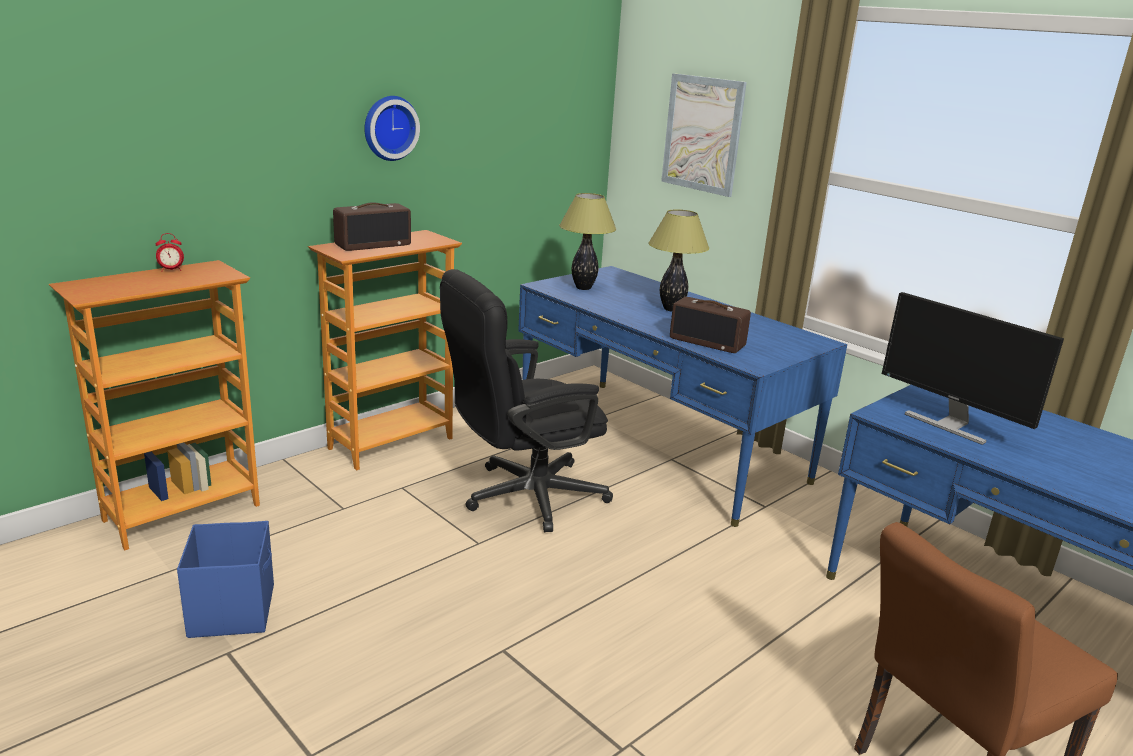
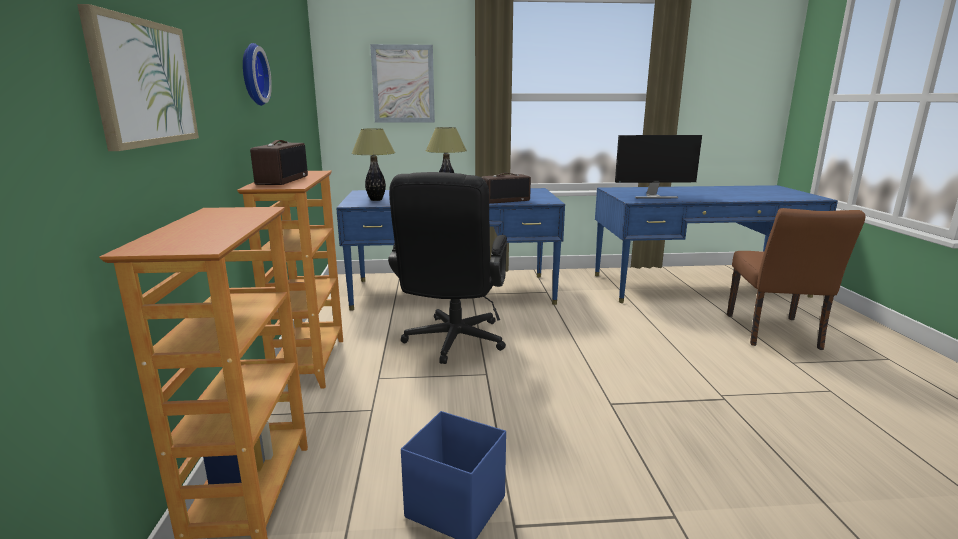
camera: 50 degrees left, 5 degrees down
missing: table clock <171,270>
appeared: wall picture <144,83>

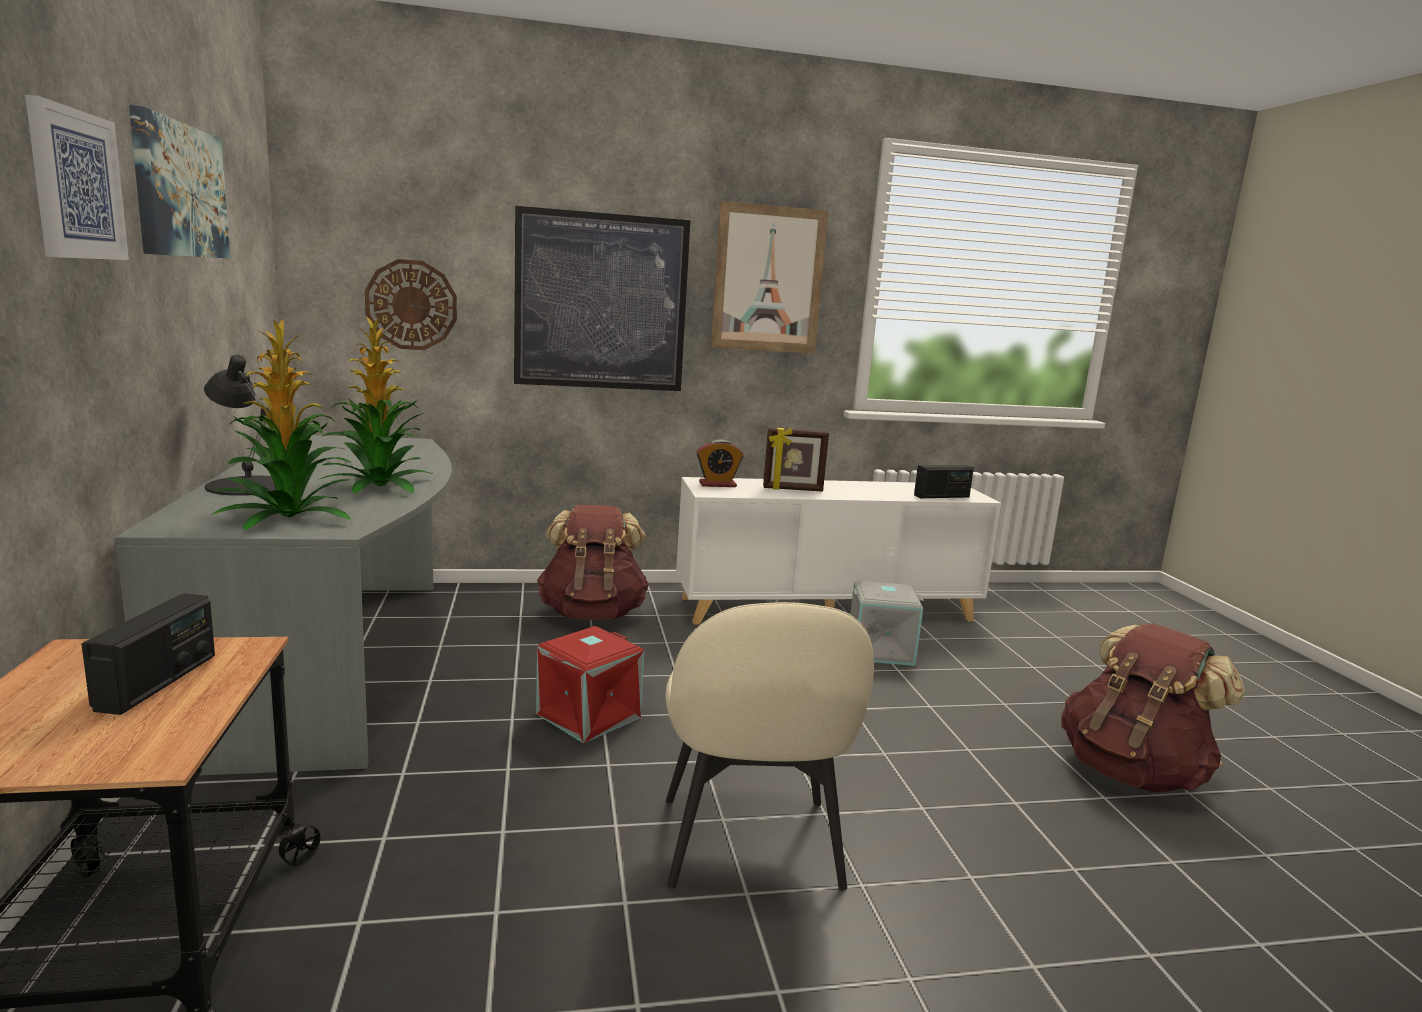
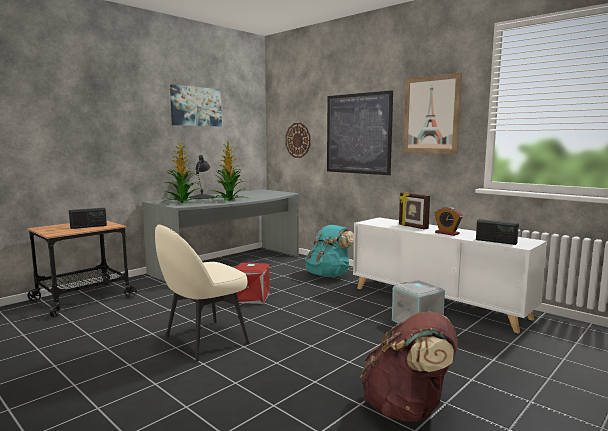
camera: 55 degrees right, 5 degrees down
missing: wall picture <76,185>
relocated: table clock <717,484> to <447,233>
colour: knapsack (brown) <592,614> to knapsack (turquoise) <328,275>

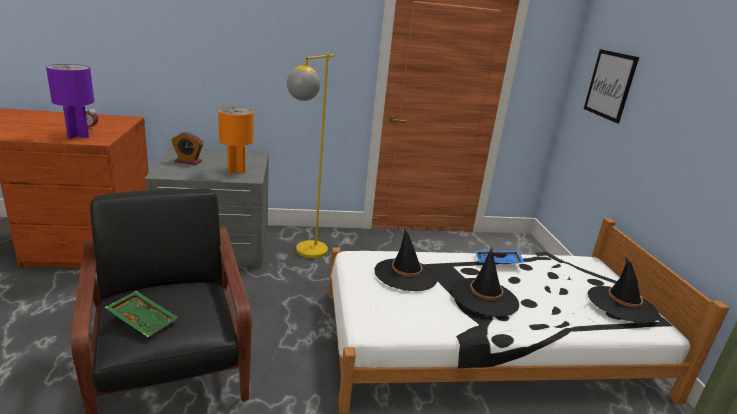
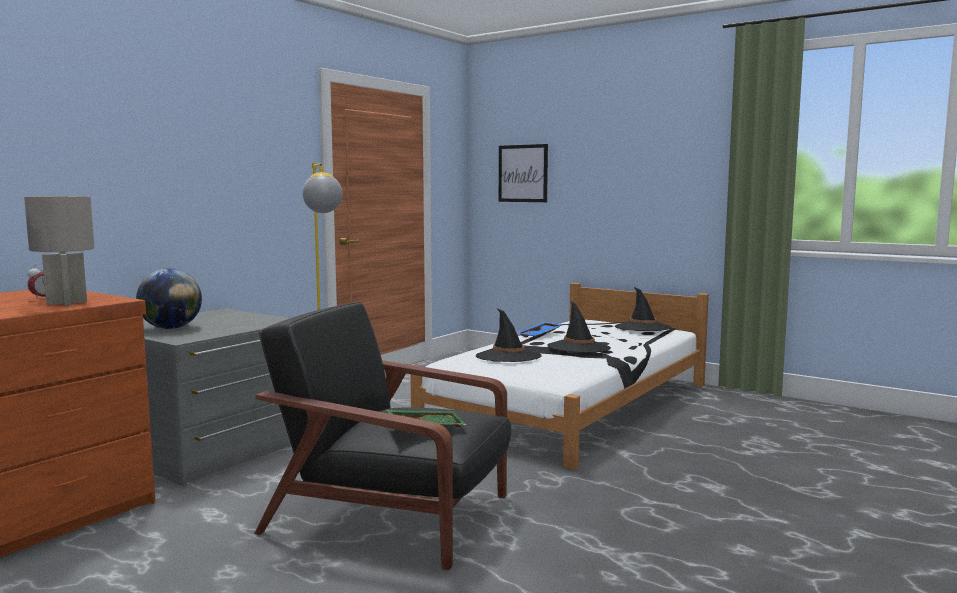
camera: 45 degrees left, 15 degrees down
missing: table lamp (orange-coloured) <236,170>
exchanged: table clock <188,161> to globe <171,328>
colour: table lamp (purple) <77,136> to table lamp (greyish) <66,303>

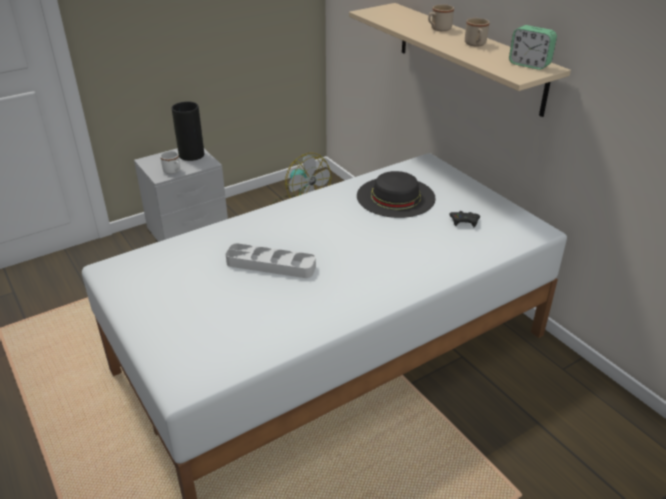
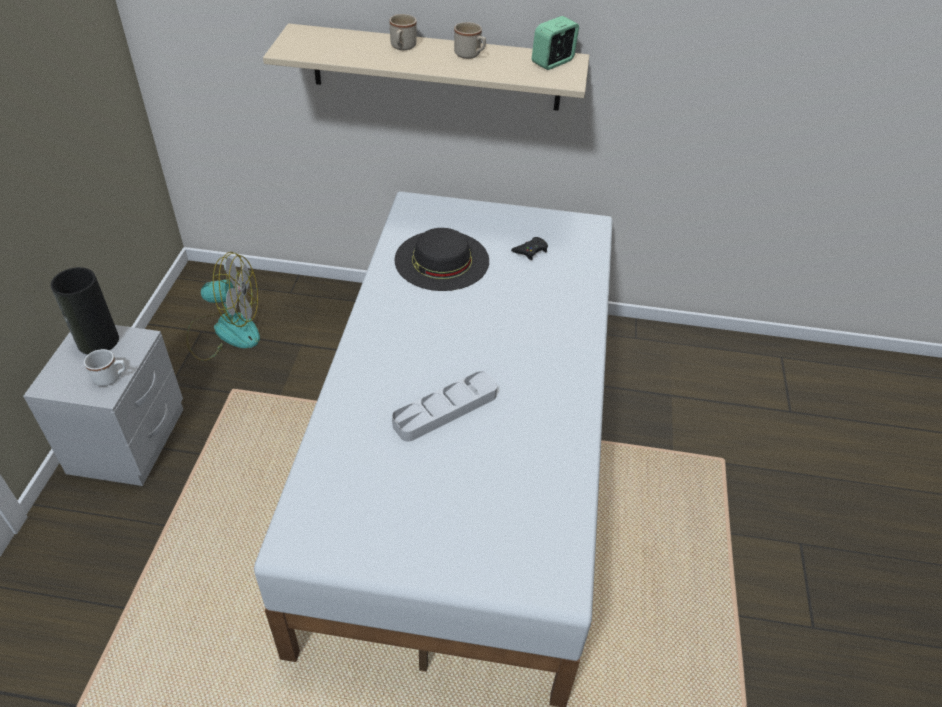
camera: 50 degrees left, 10 degrees up
spun: table clock <529,64> = <553,62> 150 degrees clockwise

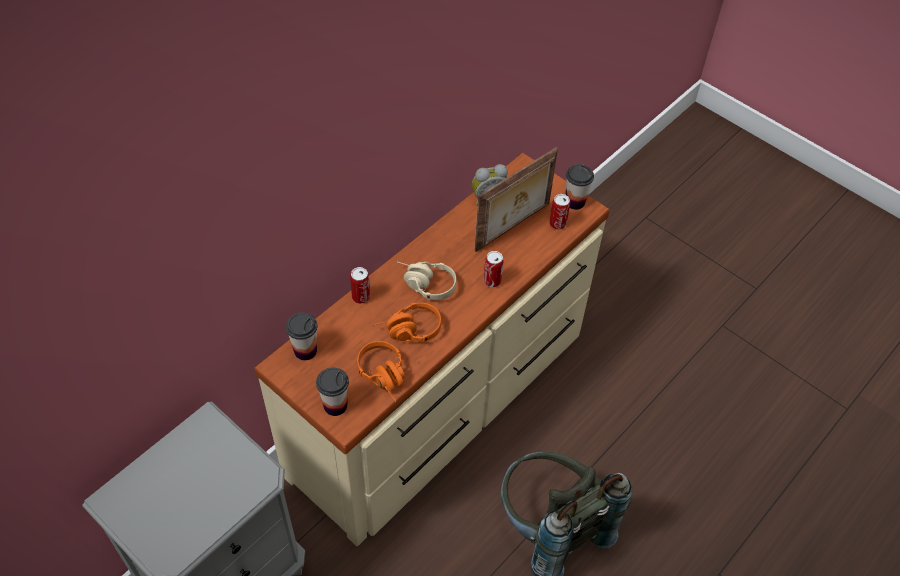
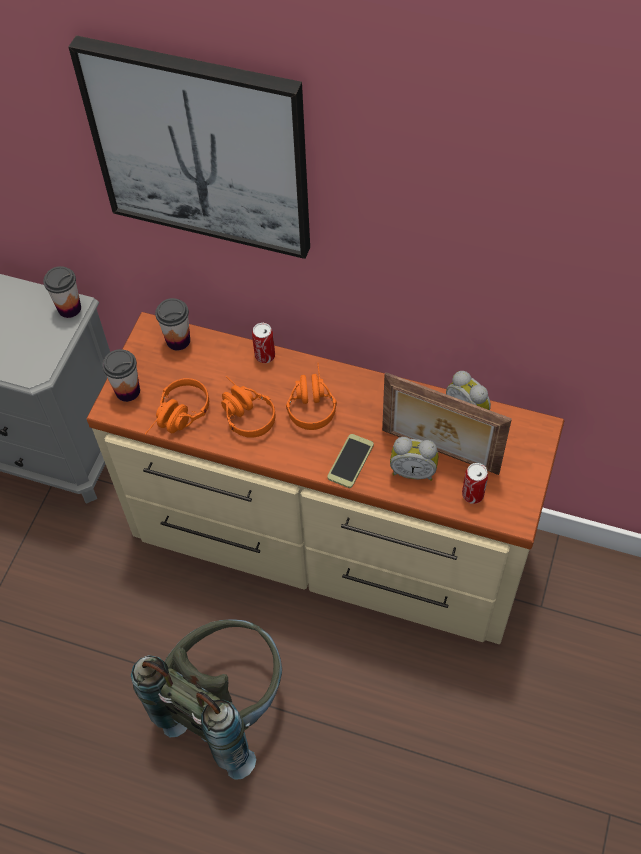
camera: 70 degrees right, 5 degrees up
appeared: wall picture <200,148>; table clock <413,471>
relocated: cup <575,202> to <69,308>
exchanged: metal can <492,281> to handset <350,461>
colour: pair of headphones (sand-coloured) <424,284> to pair of headphones (orange-coloured) <310,402>

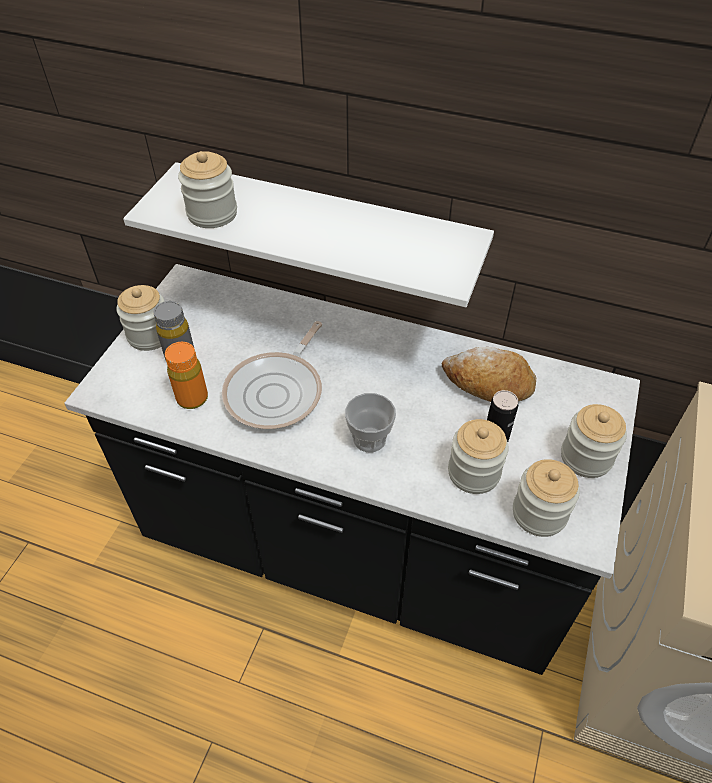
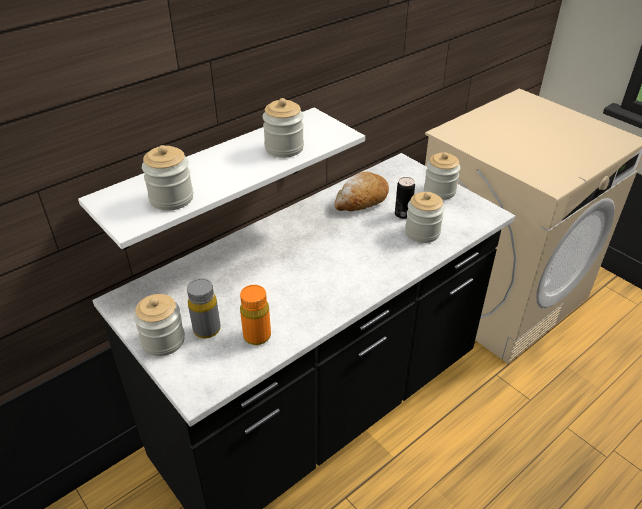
camera: 60 degrees left, 10 degrees down
missing: frying pan <277,392>; cup <369,439>
relocated: storage jar <539,513> to <284,148>

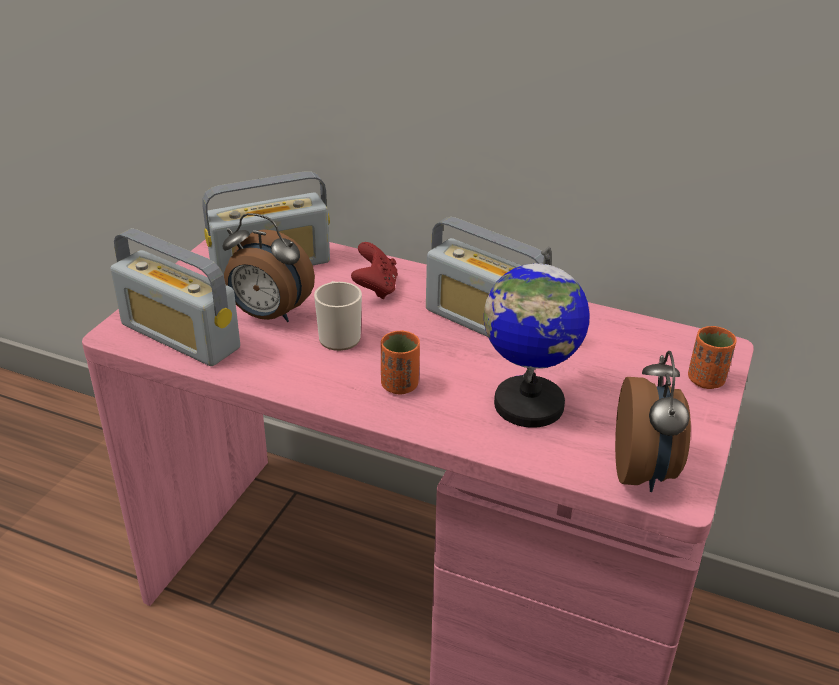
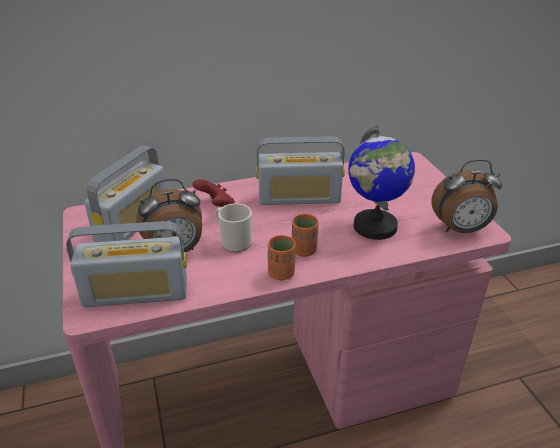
camera: 40 degrees left, 0 degrees up
relocated: cup (orange-coloured) <706,380> to <281,273>
spun: table clock <644,472> = <461,230> 120 degrees clockwise

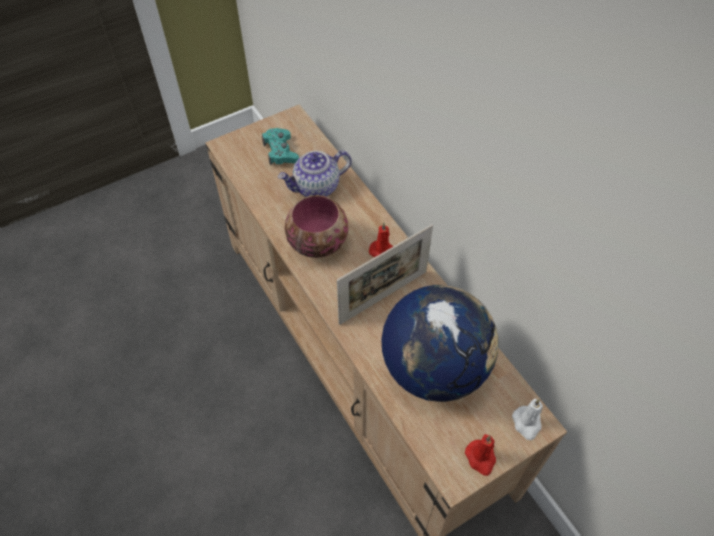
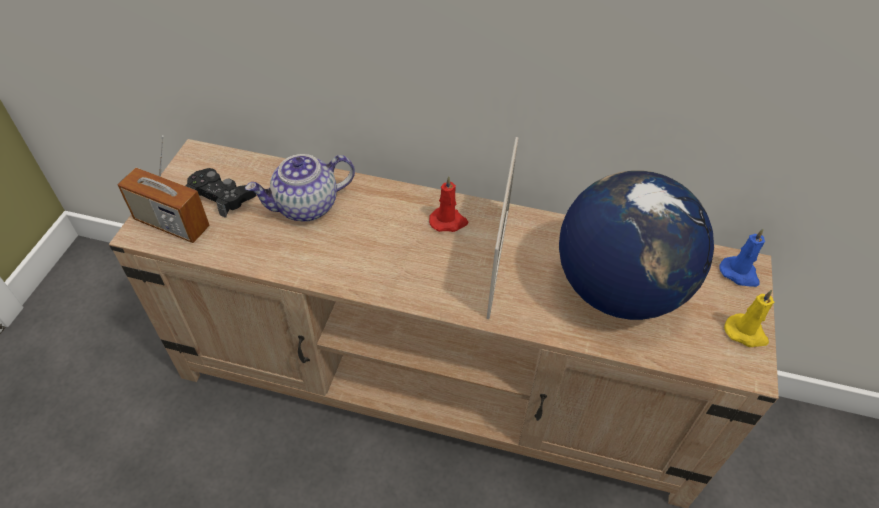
camera: 45 degrees left, 5 degrees down
missing: serving bowl <317,242>
appeared: radio <172,224>
colour: game controller (turquoise) <280,151> to game controller (blackish) <221,197>; candle (white-coloured) <527,423> to candle (bluish) <739,274>; candle (reddish) <481,458> to candle (yellow) <746,333>
spun: pot for tea <316,188> = <306,206> 45 degrees clockwise

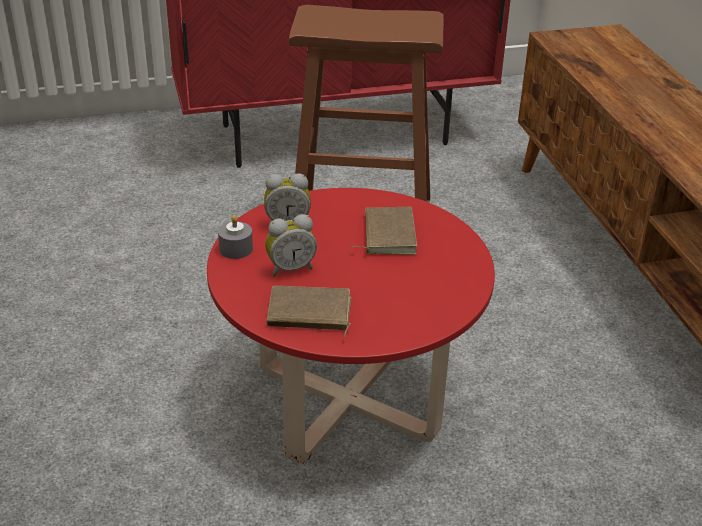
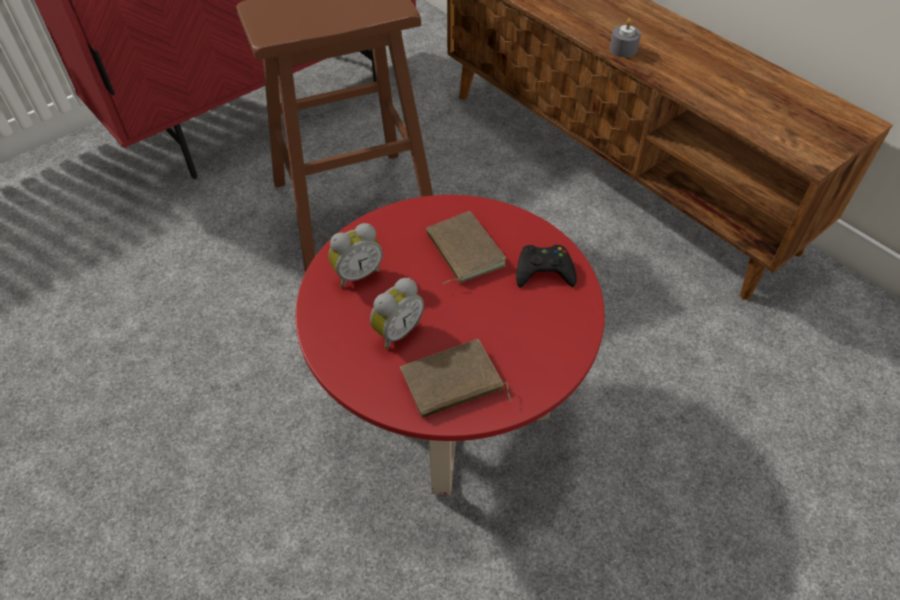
camera: 25 degrees left, 15 degrees up
appeared: game controller (blackish) <544,271>
relocated: candle (greyish) <236,249> to <623,49>

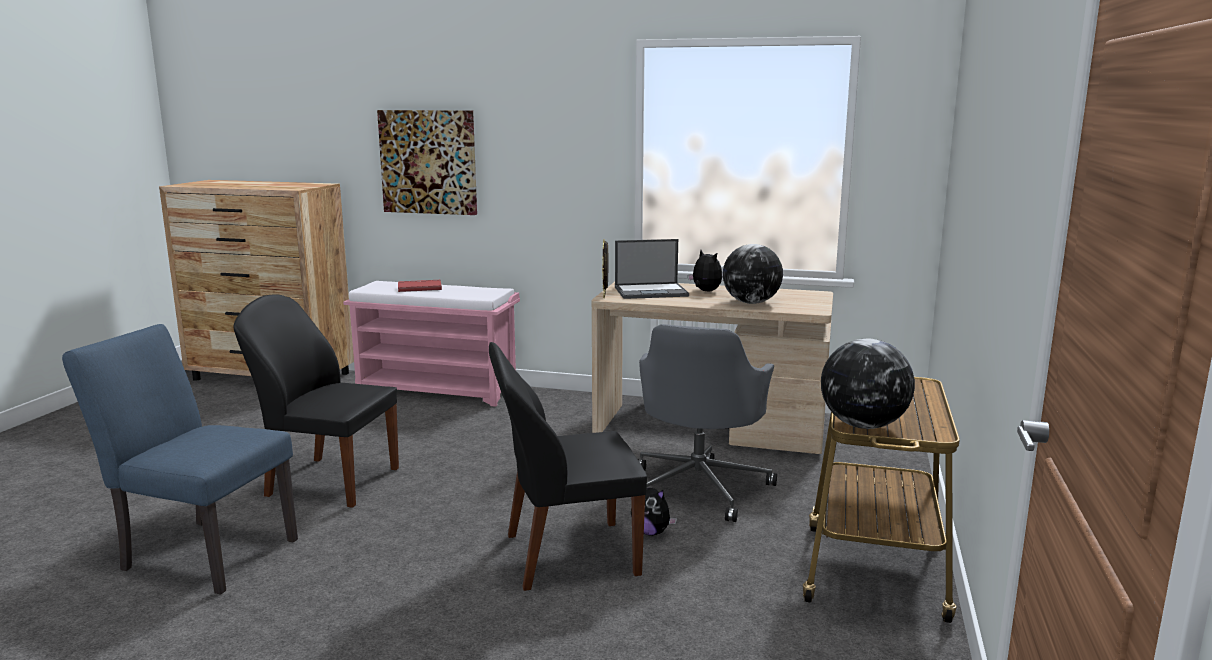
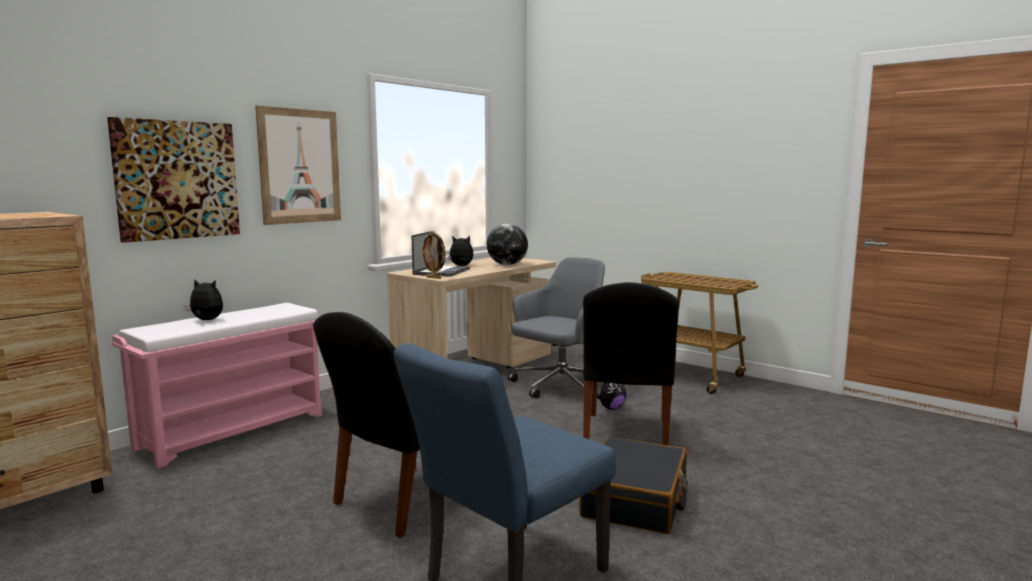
camera: 65 degrees left, 5 degrees down
missing: globe <863,425>
appeared: wall picture <300,166>; travel case (blackish) <635,500>
exchanged: book (reddish) <419,287> to soft toy <206,320>
spun: office chair (greyish) <699,487> = <560,387> 90 degrees counterclockwise

